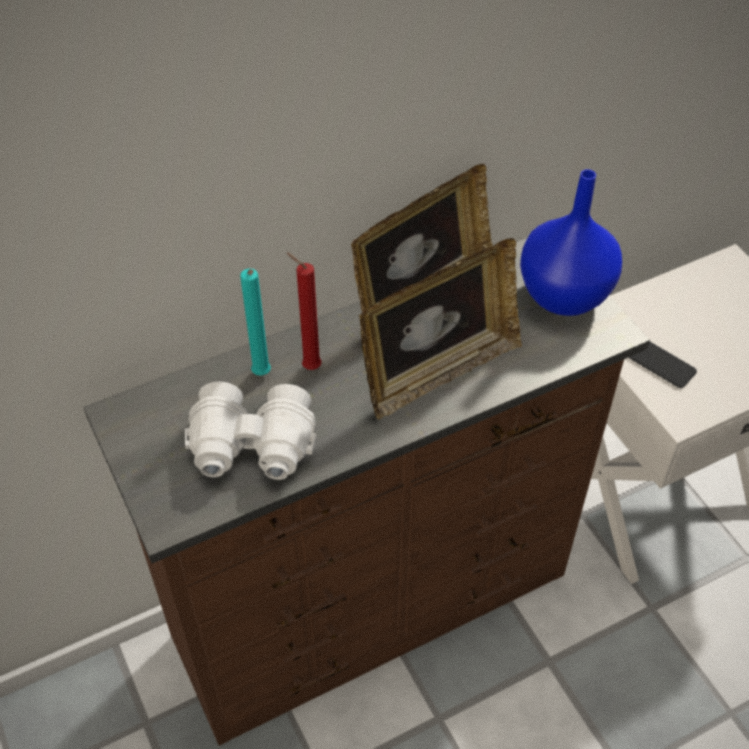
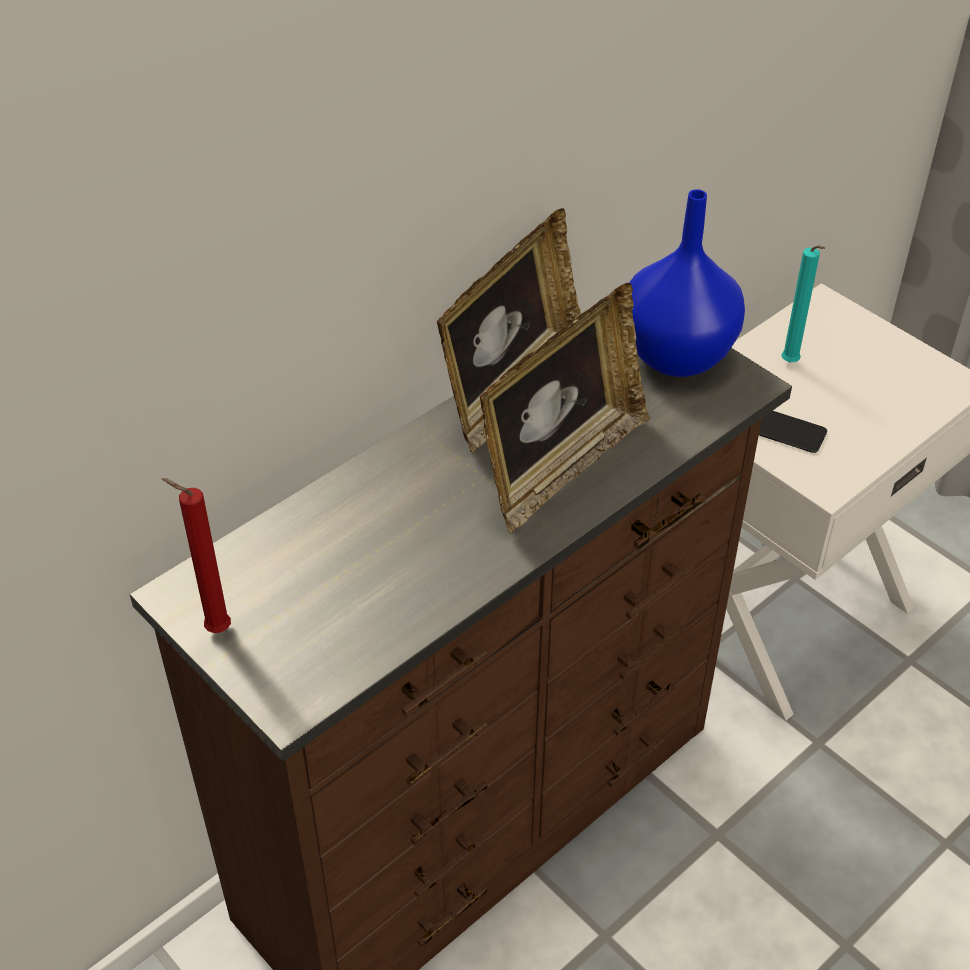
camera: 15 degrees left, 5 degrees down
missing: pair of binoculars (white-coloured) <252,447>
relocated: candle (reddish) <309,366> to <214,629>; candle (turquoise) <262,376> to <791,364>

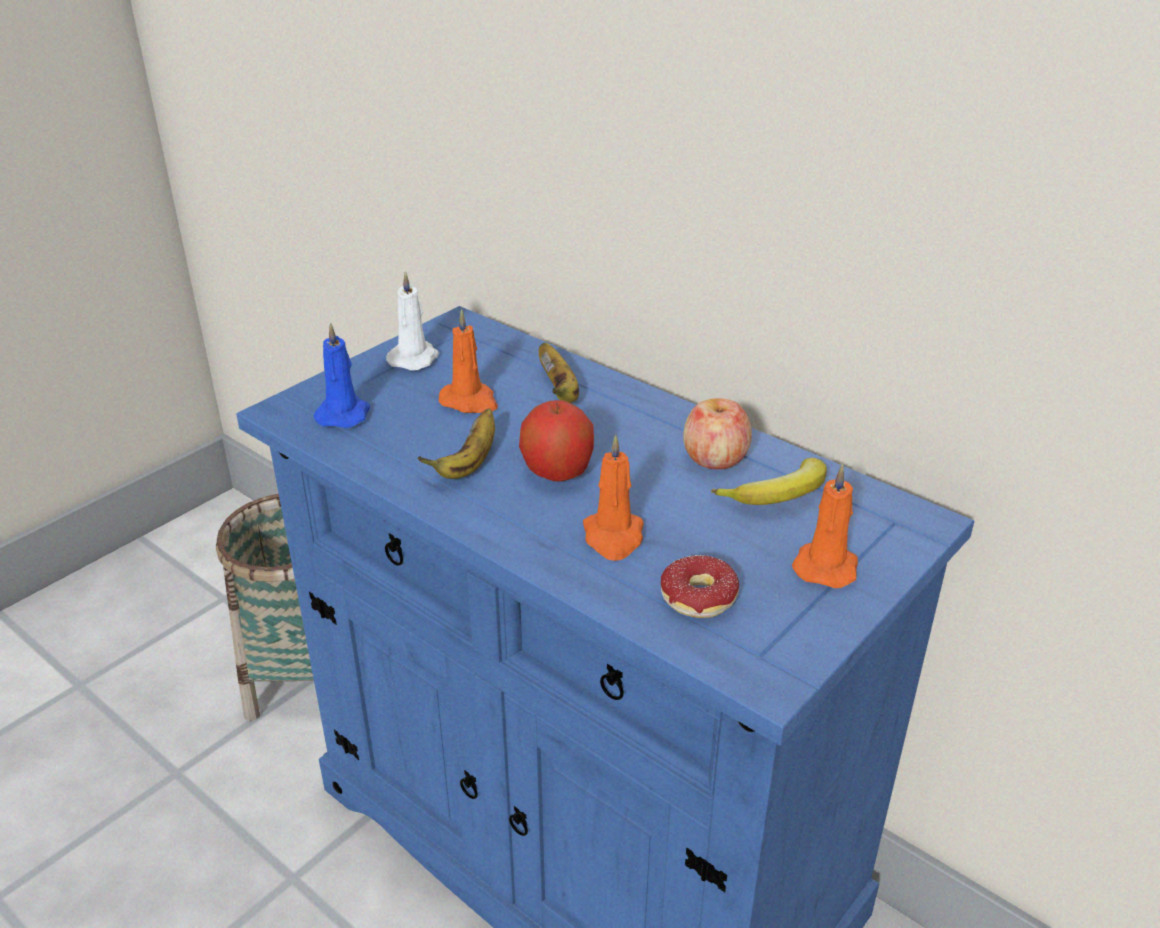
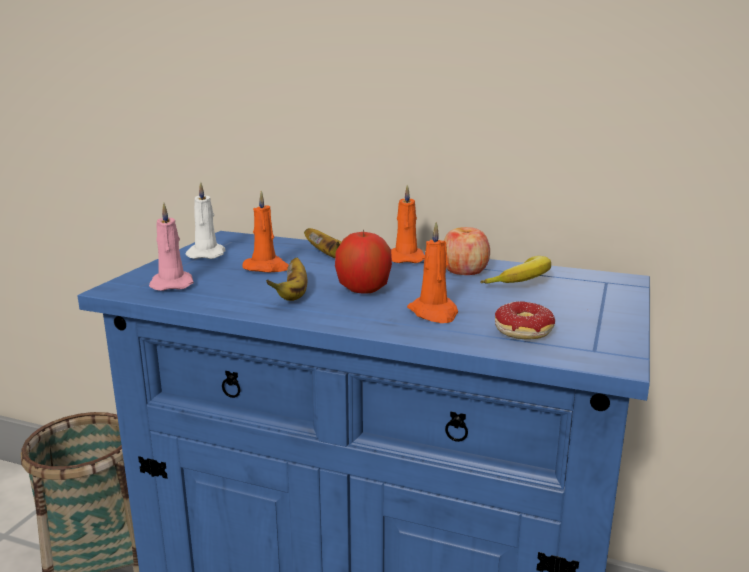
camera: 20 degrees left, 15 degrees down
relocated: candle (orange-coloured) <826,565> to <406,258>
colour: candle (bluish) <344,414> to candle (pink-coloured) <172,284>

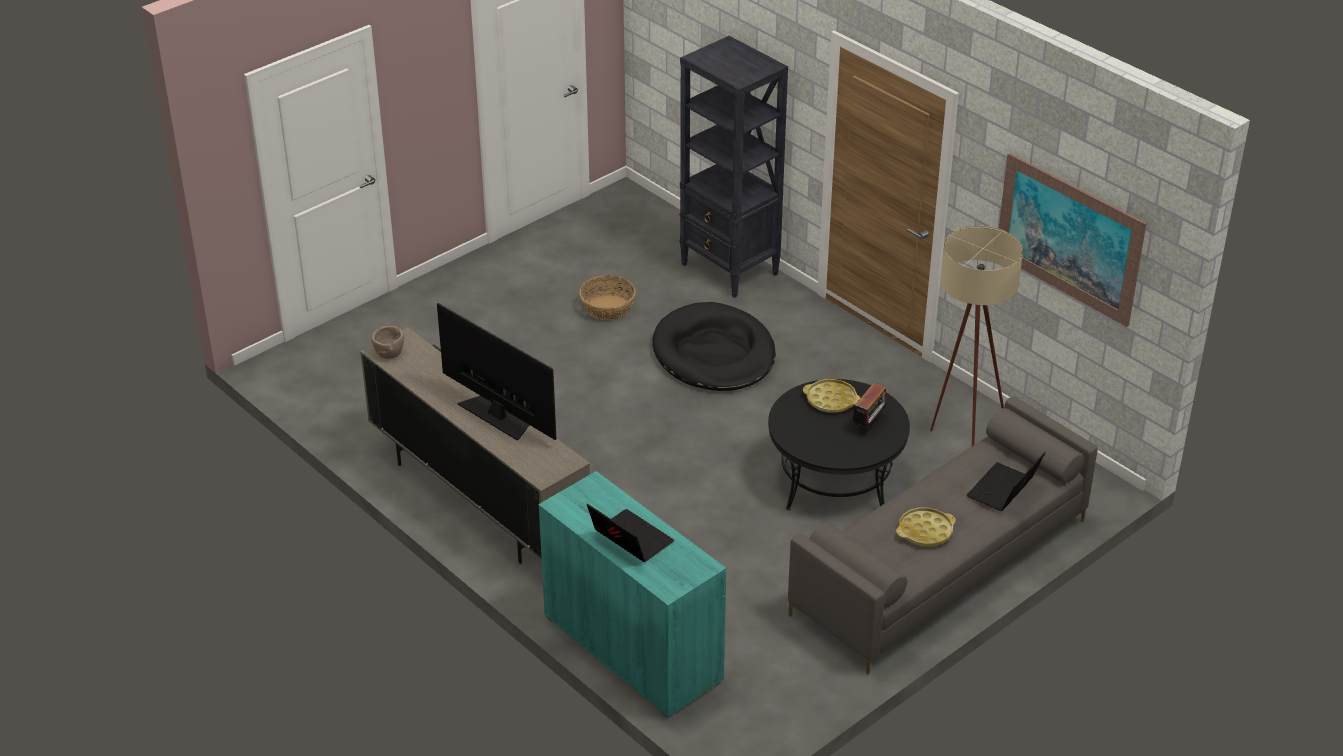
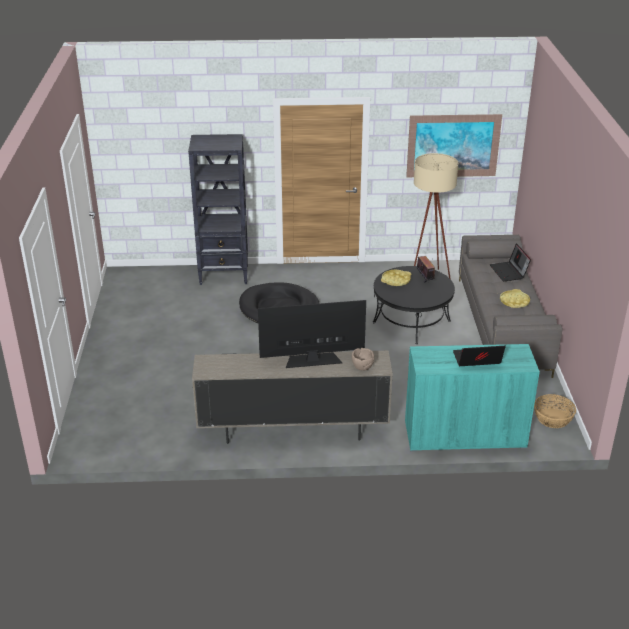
camera: 50 degrees left, 5 degrees down
relocated: storage basket <608,307> to <552,418>; serving bowl (brown) <389,352> to <362,366>

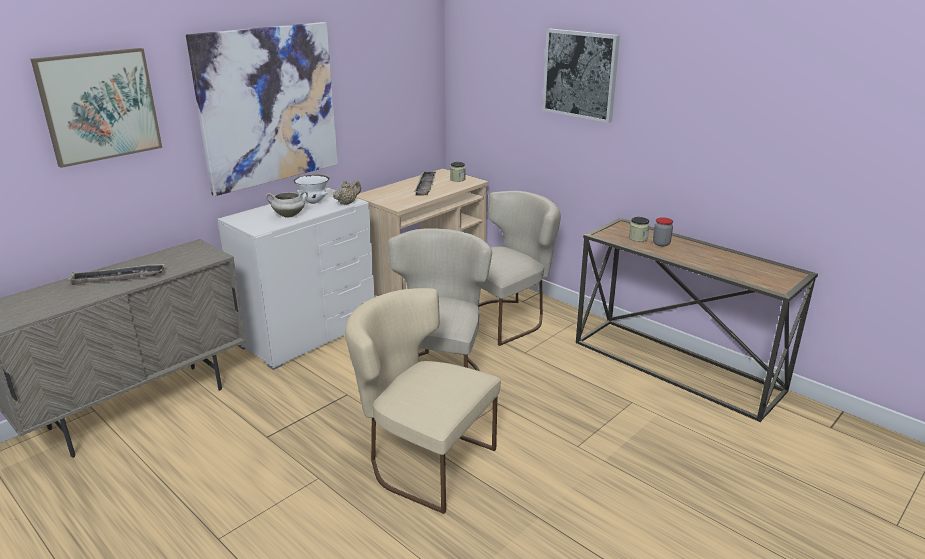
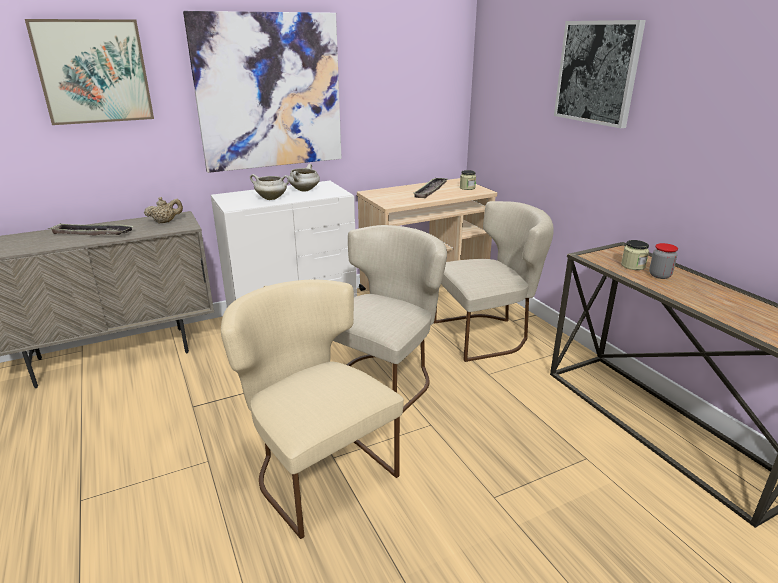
camera: 20 degrees right, 0 degrees up
relocated: pot for tea (sand-coloured) <347,203> to <165,222>
exchanged: serving bowl (white-coloured) <314,202> to saucepot (white-coloured) <304,190>

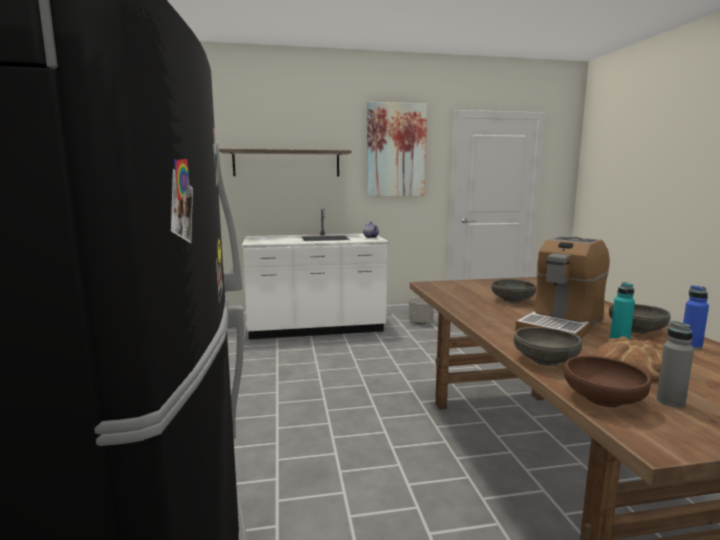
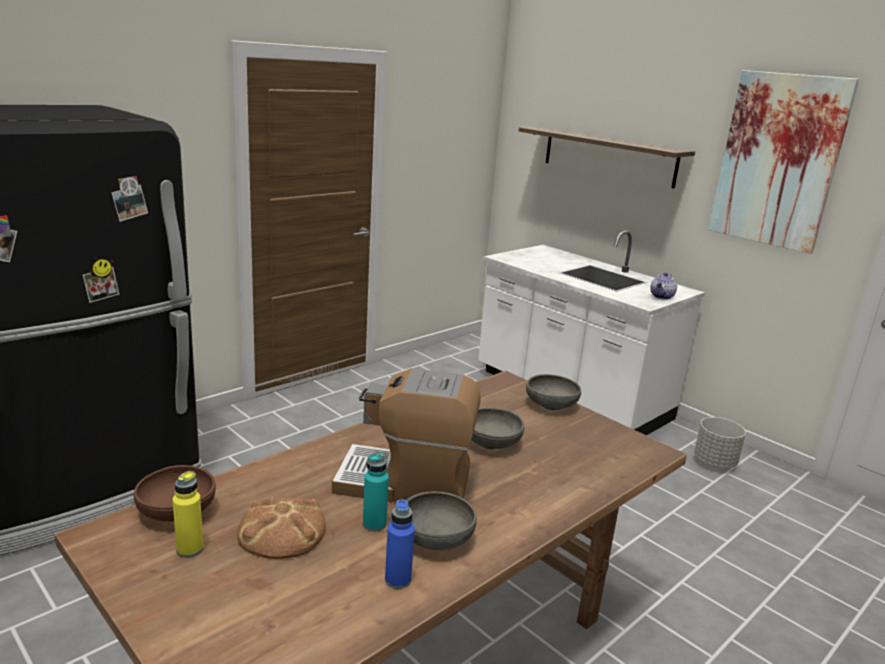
camera: 55 degrees right, 10 degrees up
relocated: serving bowl (greyish) <545,360> to <551,405>
colour: bottle (greyish) <670,401> to bottle (yellow) <190,549>

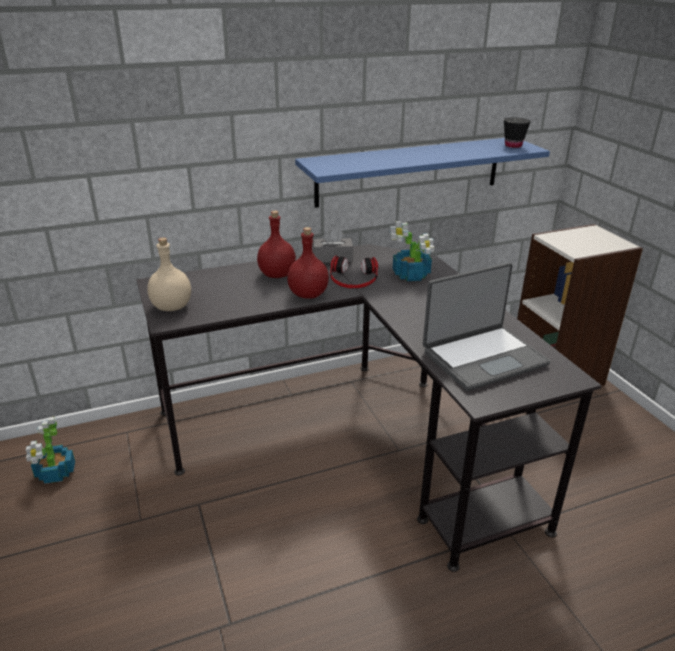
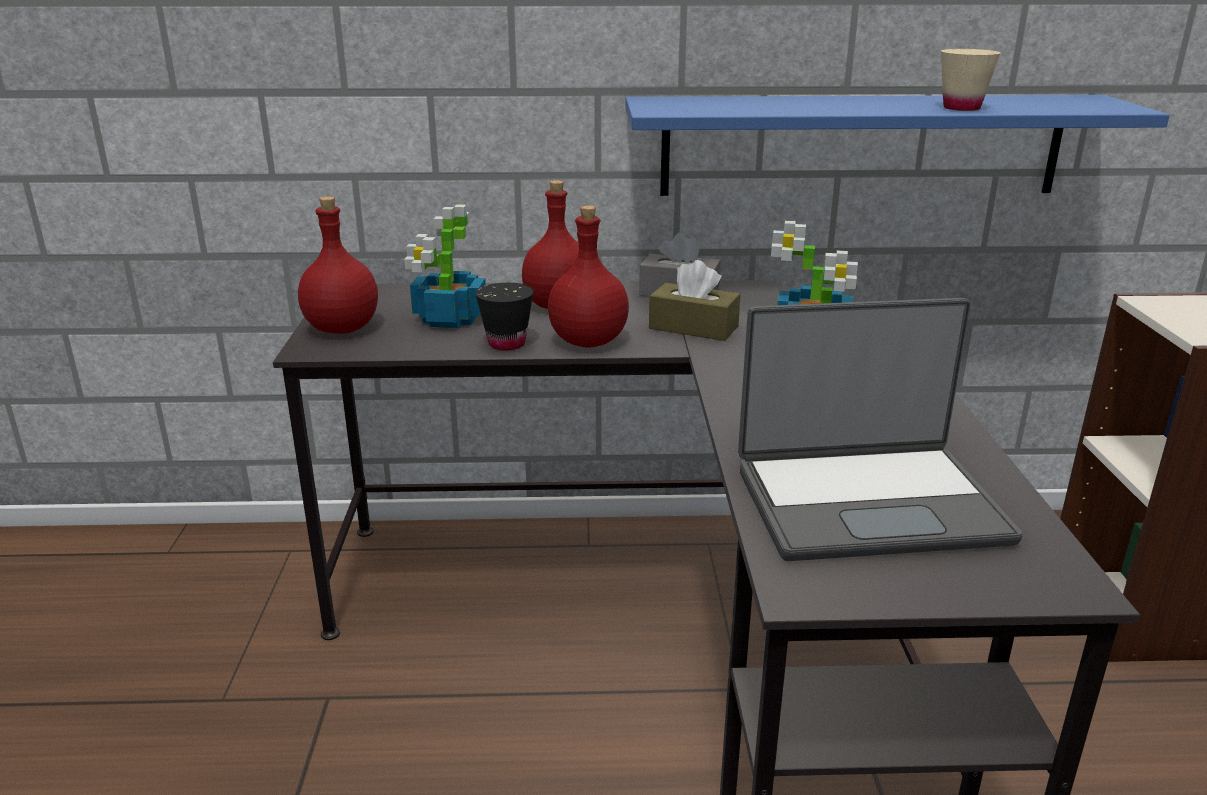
camera: 20 degrees right, 5 degrees down
appeared: cup (sand-coloured) <961,108>
relocated: cup (blackish) <513,145> to <506,344>; houseplant <55,473> to <449,319>
exchanged: pair of headphones <353,278> to box of tissues (brown) <693,327>
colour: bottle (sand-coloured) <172,307> to bottle (reddish) <343,329>

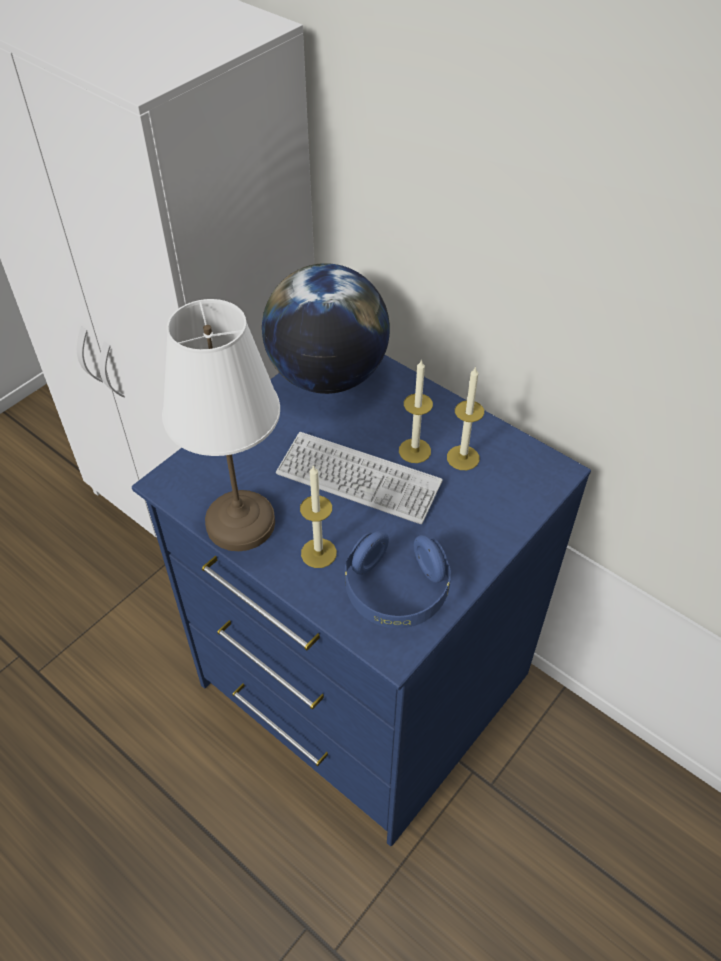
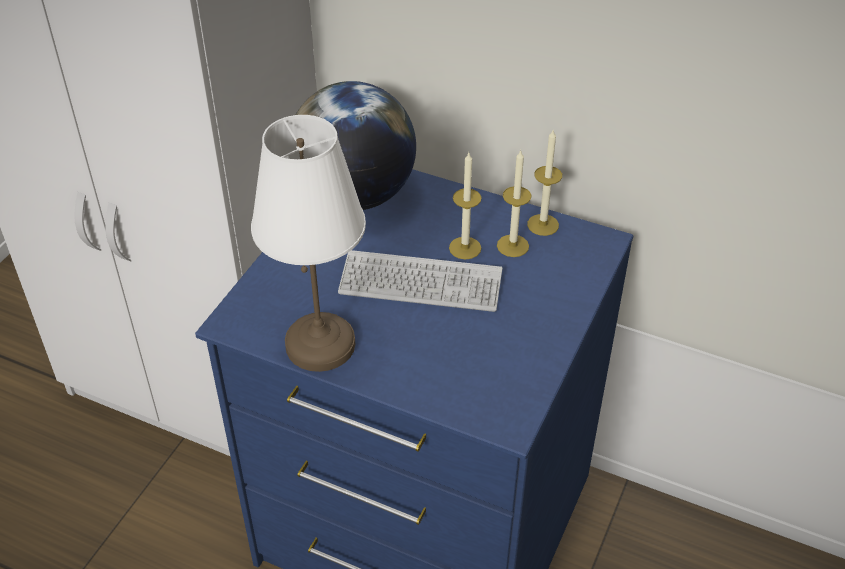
camera: 15 degrees left, 5 degrees down
missing: pair of headphones (bluish) <396,592>
relocated: candle <318,553> to <543,225>

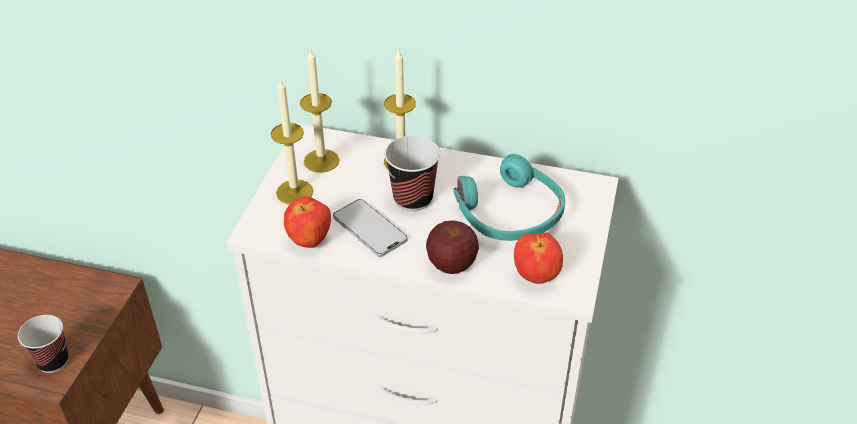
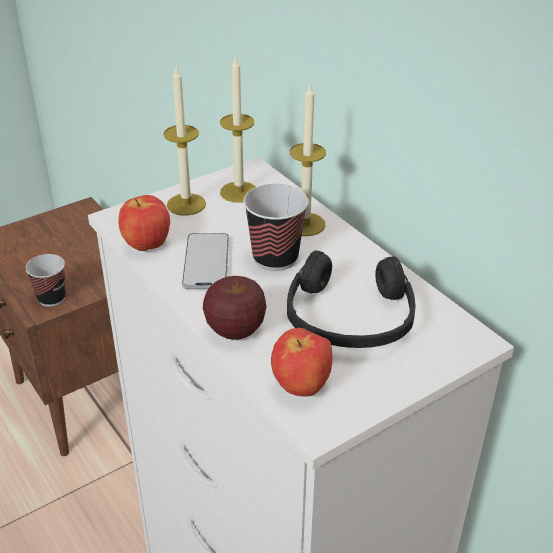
camera: 40 degrees right, 5 degrees down
colour: pair of headphones (turquoise) <509,213> to pair of headphones (blackish) <349,317>

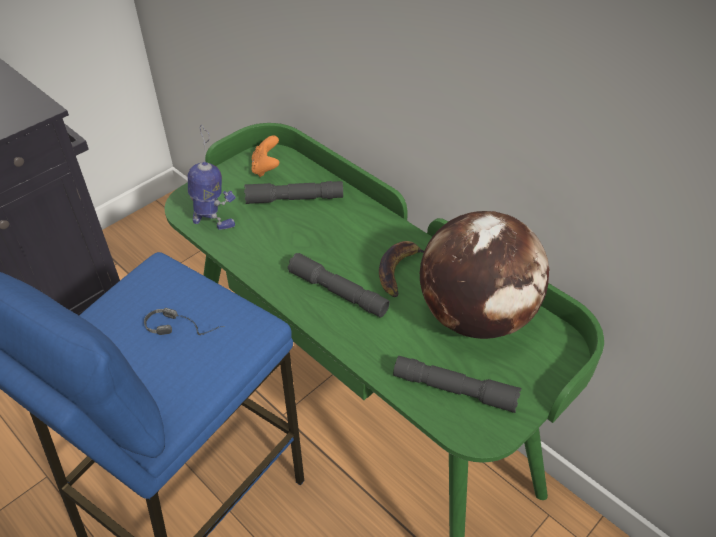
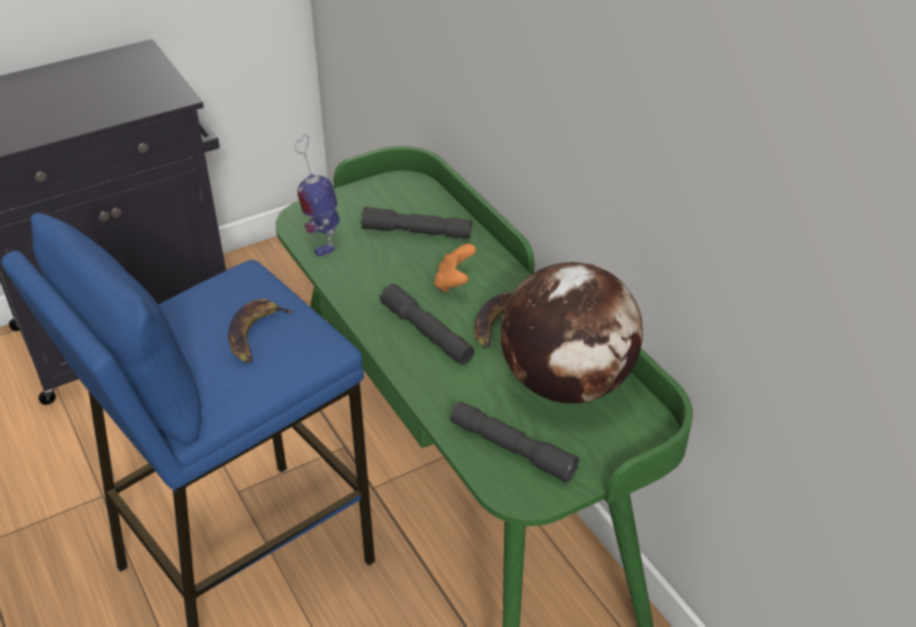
camera: 15 degrees right, 5 degrees down
relocated: game controller (orange-coloured) <266,168> to <454,282>
exchanged: pair of headphones <187,327> to whole banana <256,333>
spun: model robot <213,221> = <322,240> 135 degrees counterclockwise

